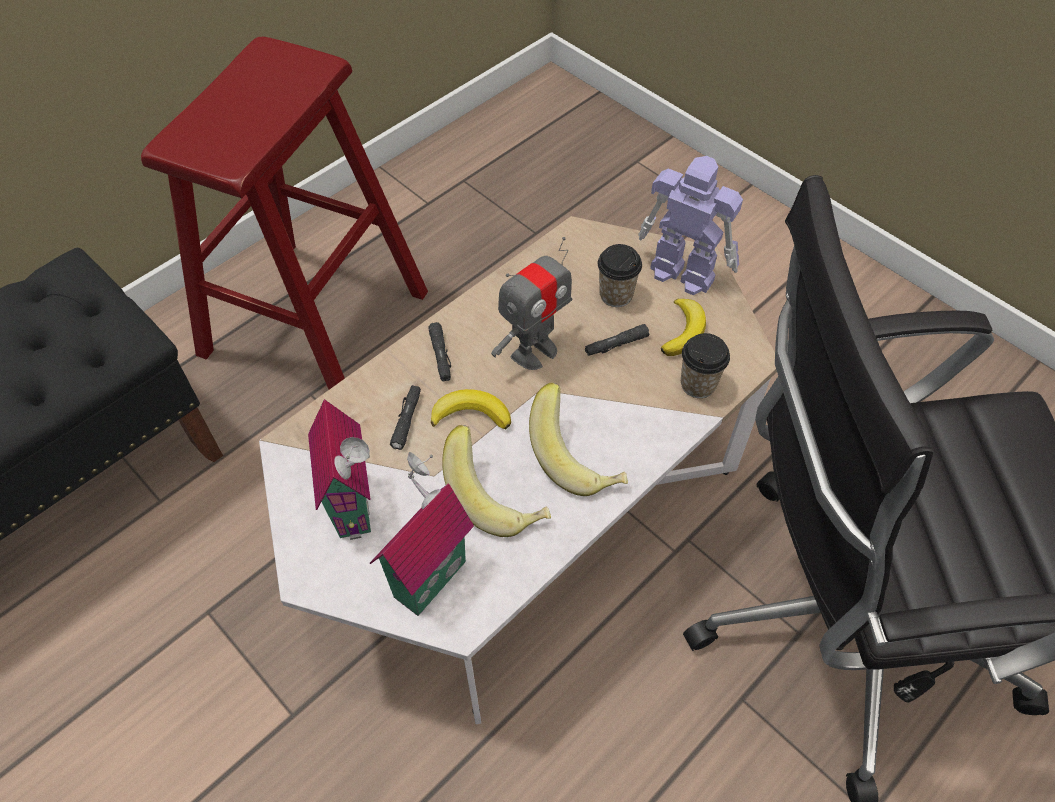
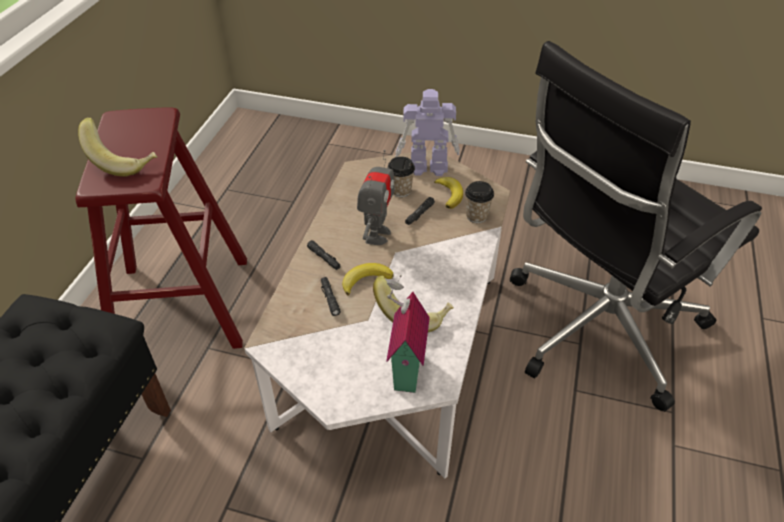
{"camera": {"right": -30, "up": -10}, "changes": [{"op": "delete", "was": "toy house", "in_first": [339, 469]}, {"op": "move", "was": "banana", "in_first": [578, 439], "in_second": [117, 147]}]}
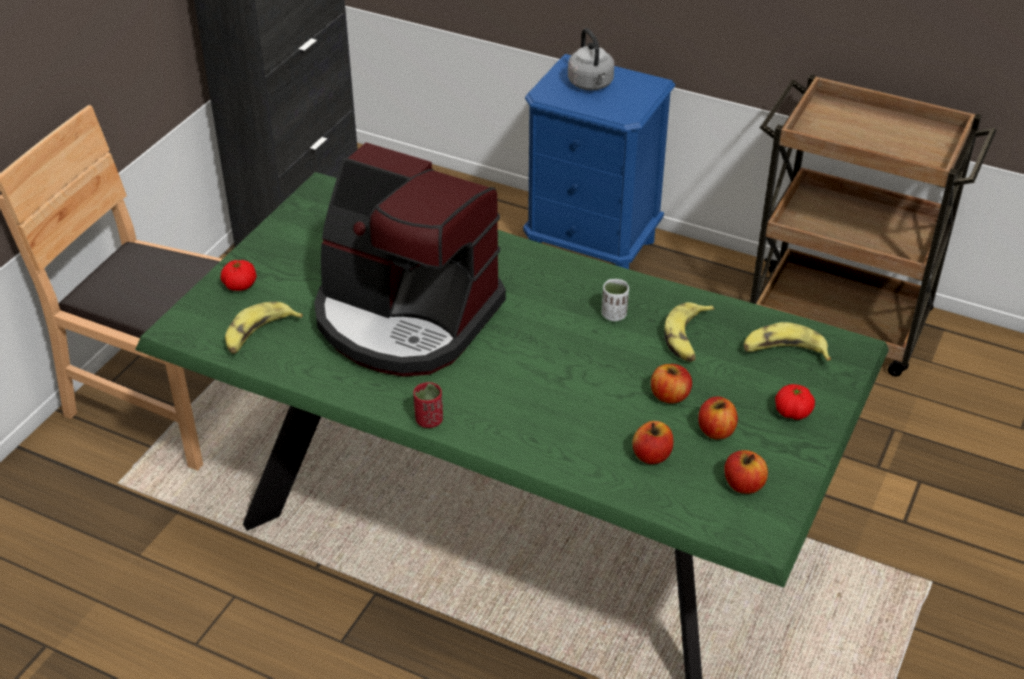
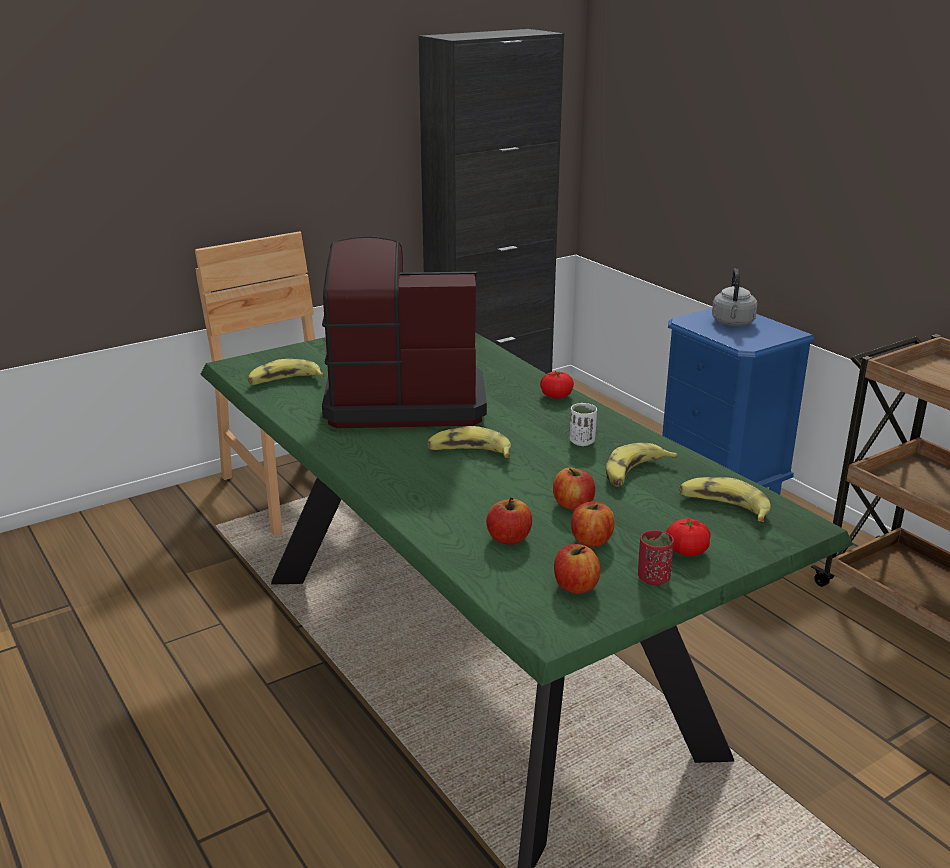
{"camera": {"right": 30, "up": -15}, "changes": [{"op": "insert", "now": "banana", "in_second": [469, 442]}, {"op": "move", "was": "tomato", "in_first": [239, 275], "in_second": [557, 384]}, {"op": "move", "was": "cup/red", "in_first": [428, 405], "in_second": [656, 557]}, {"op": "rotate", "was": "coffee machine", "in_first": [410, 260], "in_second": [404, 332], "clockwise": 120}]}
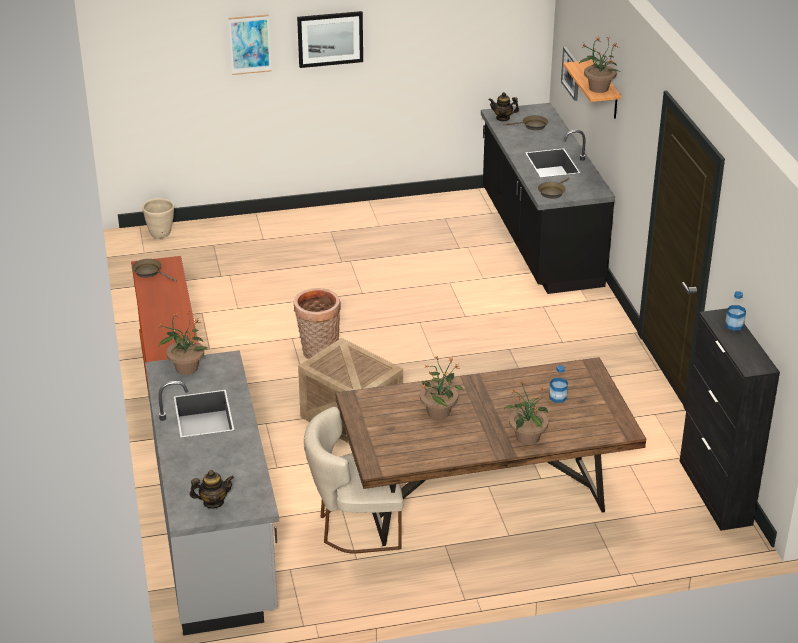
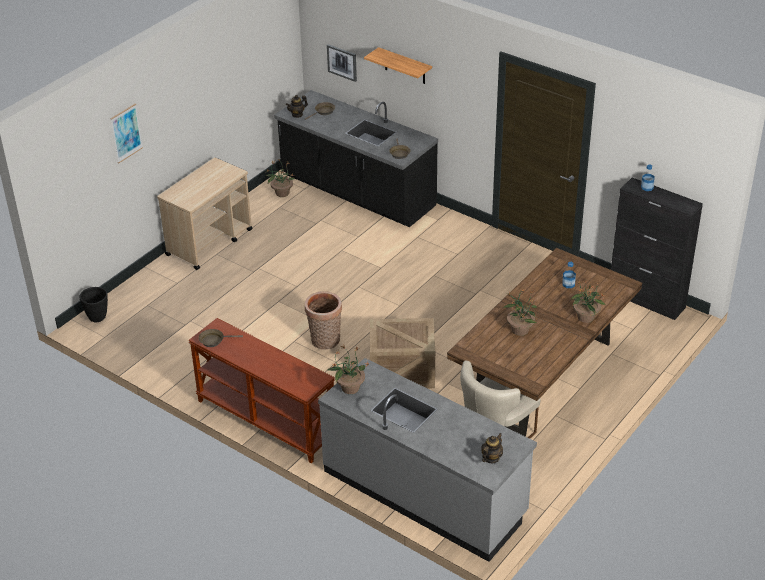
{"camera": {"right": -40, "up": 5}, "changes": [{"op": "delete", "was": "picture", "in_first": [330, 39]}, {"op": "insert", "now": "cart/beige", "in_second": [205, 213]}, {"op": "move", "was": "potted plant", "in_first": [598, 65], "in_second": [280, 178]}, {"op": "recolor", "was": "planter/beige", "now": "planter/black", "in_first": [158, 218], "in_second": [94, 304]}]}
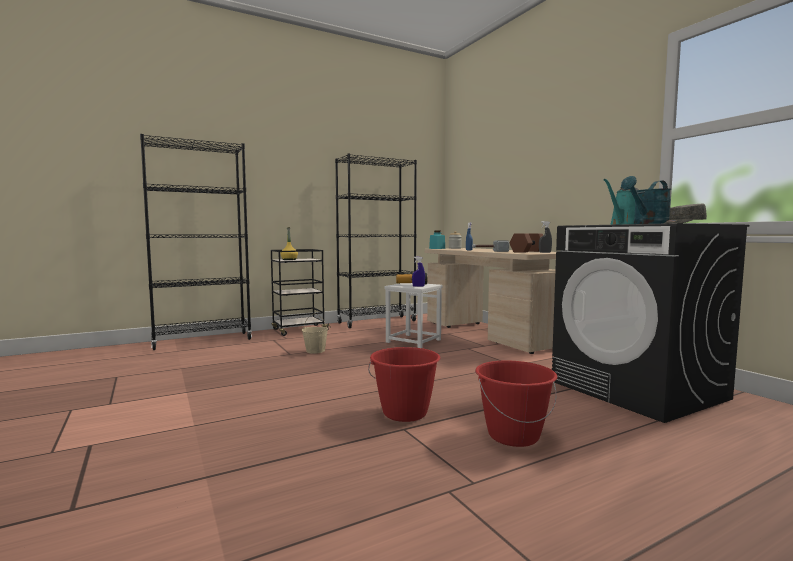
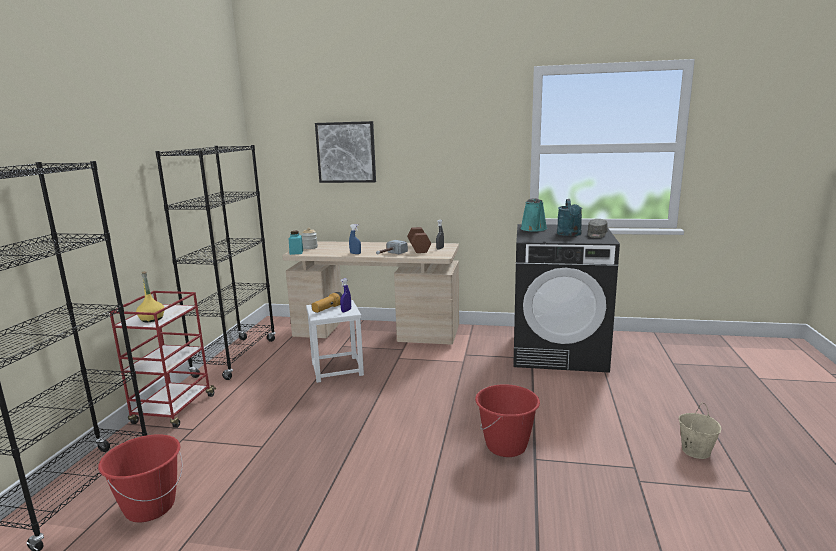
{"camera": {"right": -50, "up": 10}, "changes": [{"op": "insert", "now": "picture", "in_second": [345, 152]}, {"op": "move", "was": "bucket/beige", "in_first": [315, 333], "in_second": [700, 431]}, {"op": "move", "was": "bucket/red", "in_first": [516, 404], "in_second": [140, 478]}, {"op": "recolor", "was": "cart/black", "now": "cart/red", "in_first": [301, 292], "in_second": [163, 359]}]}
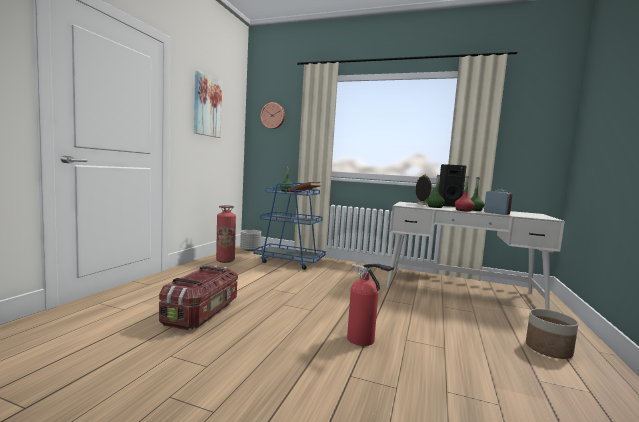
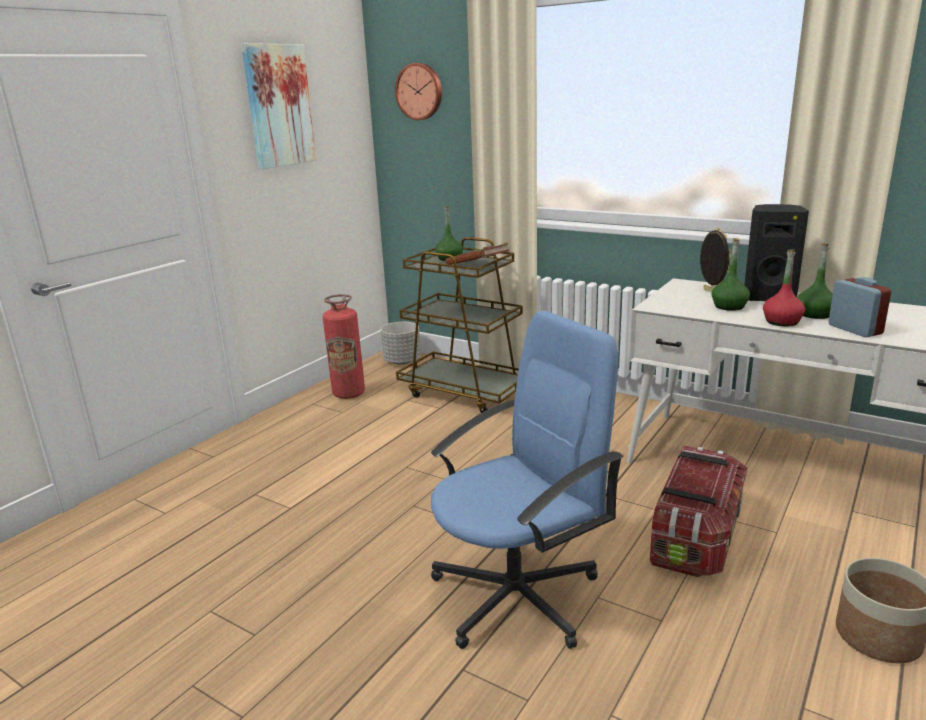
{"camera": {"right": 15, "up": 15}, "changes": [{"op": "move", "was": "storage box", "in_first": [198, 297], "in_second": [698, 511]}, {"op": "replace", "was": "fire extinguisher", "now": "office chair/blue", "in_first": [370, 305], "in_second": [527, 480]}, {"op": "recolor", "was": "cart/blue", "now": "cart/brown", "in_first": [289, 226], "in_second": [459, 325]}]}
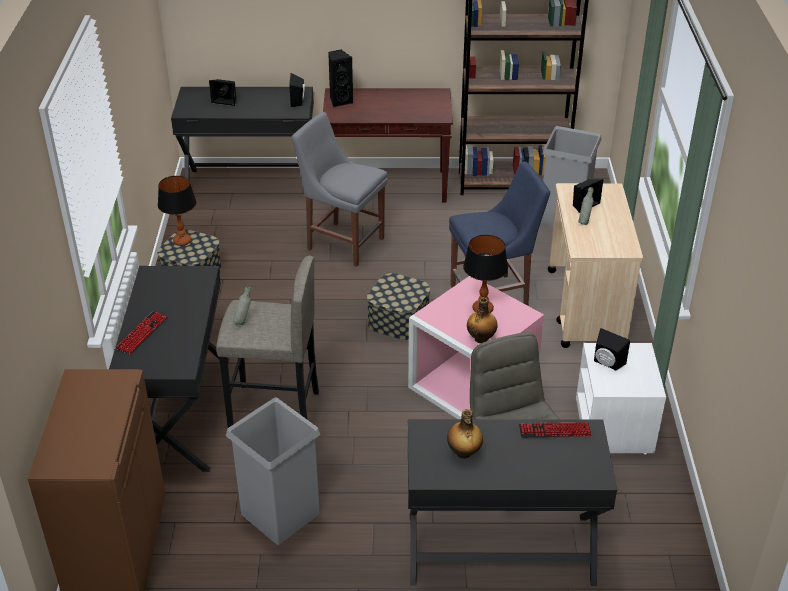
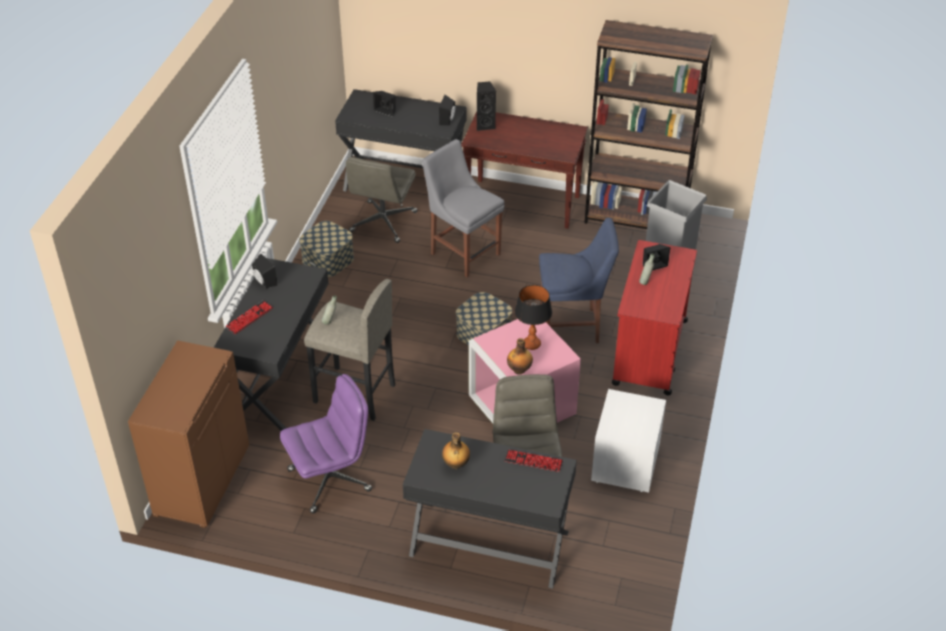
{"camera": {"right": 15, "up": 5}, "changes": [{"op": "delete", "was": "table lamp", "in_first": [177, 211]}, {"op": "insert", "now": "office chair/grey", "in_second": [381, 200]}, {"op": "move", "was": "speaker/black", "in_first": [612, 349], "in_second": [264, 271]}, {"op": "replace", "was": "trash can/grey", "now": "office chair/purple", "in_first": [273, 471], "in_second": [326, 443]}, {"op": "recolor", "was": "cart/beige", "now": "cart/red", "in_first": [595, 265], "in_second": [654, 317]}]}
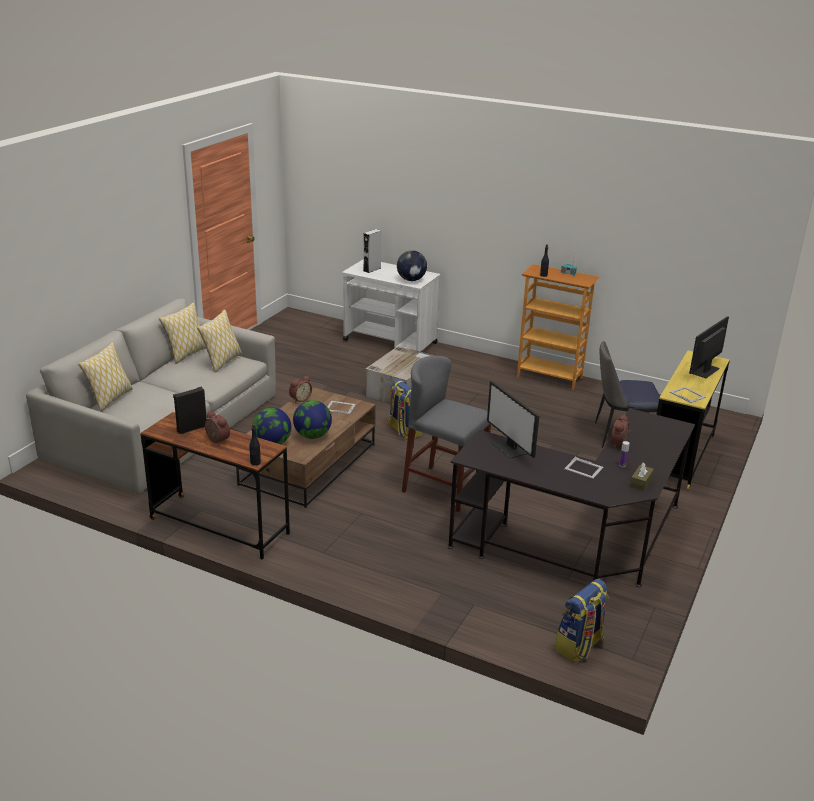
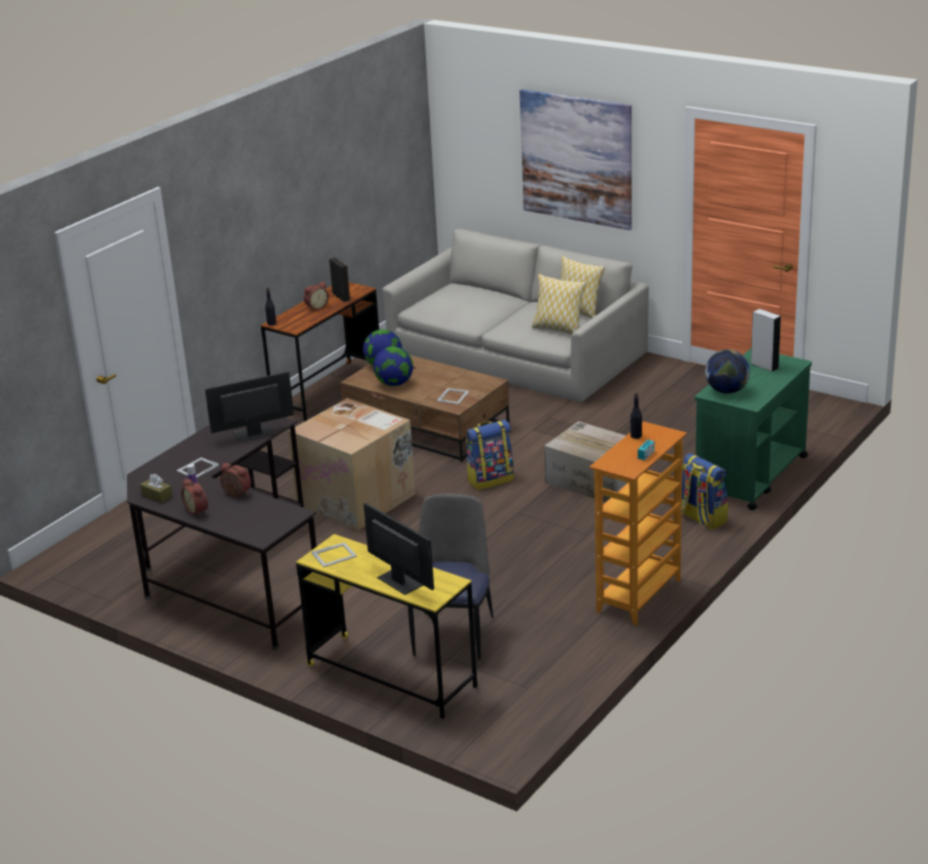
{"camera": {"right": 100, "up": 0}, "changes": [{"op": "delete", "was": "pillow", "in_first": [105, 377]}, {"op": "insert", "now": "picture", "in_second": [576, 159]}, {"op": "move", "was": "alarm clock", "in_first": [300, 389], "in_second": [194, 497]}, {"op": "move", "was": "backpack", "in_first": [582, 621], "in_second": [704, 491]}, {"op": "replace", "was": "stool/grey", "now": "cardboard box", "in_first": [446, 433], "in_second": [352, 464]}, {"op": "recolor", "was": "cart/white", "now": "cart/green", "in_first": [391, 305], "in_second": [753, 429]}]}
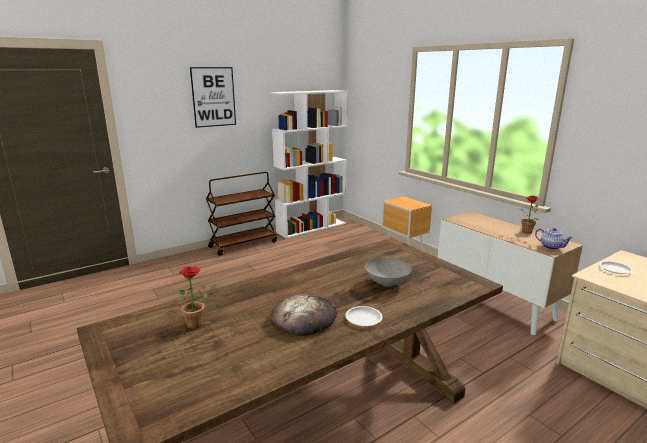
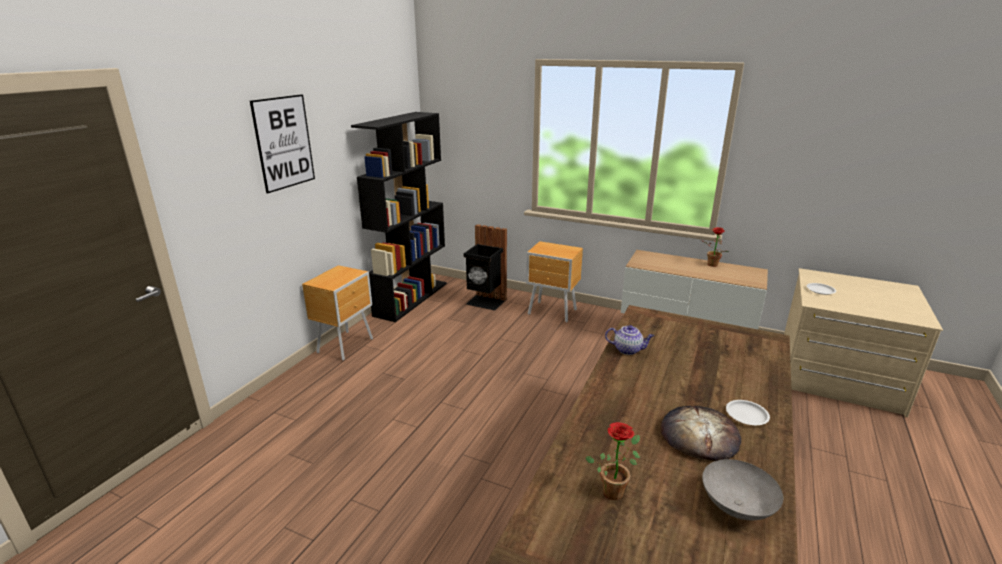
{"camera": {"right": -30, "up": 5}, "changes": [{"op": "insert", "now": "trash can/black", "in_second": [485, 267]}, {"op": "move", "was": "bowl/grey", "in_first": [388, 272], "in_second": [742, 489]}, {"op": "move", "was": "teapot", "in_first": [554, 239], "in_second": [629, 340]}, {"op": "replace", "was": "cart/brown", "now": "nightstand/brown", "in_first": [241, 214], "in_second": [337, 313]}, {"op": "recolor", "was": "bookcase/white", "now": "bookcase/black", "in_first": [309, 164], "in_second": [399, 217]}]}
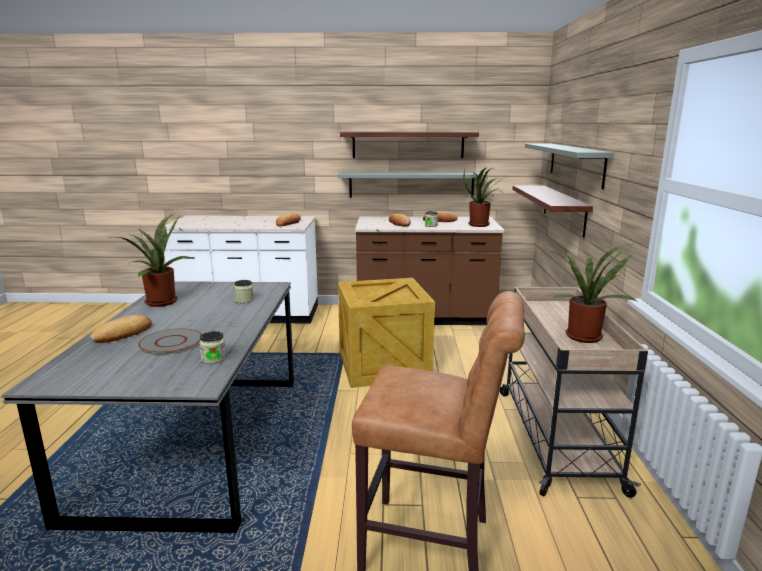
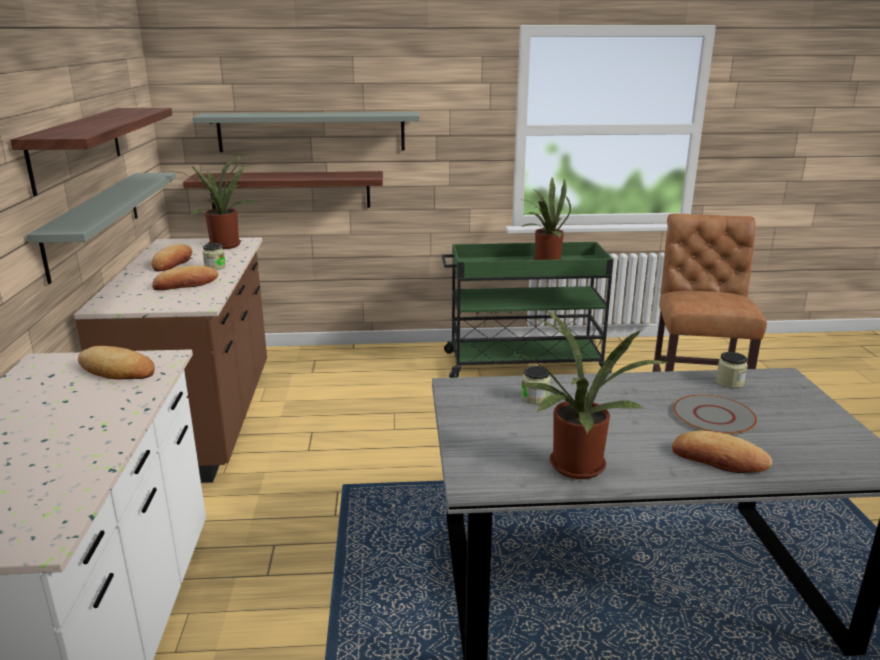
{"camera": {"right": -95, "up": 5}, "changes": [{"op": "delete", "was": "crate", "in_first": [386, 333]}, {"op": "recolor", "was": "cart/beige", "now": "cart/green", "in_first": [574, 392], "in_second": [528, 310]}]}
